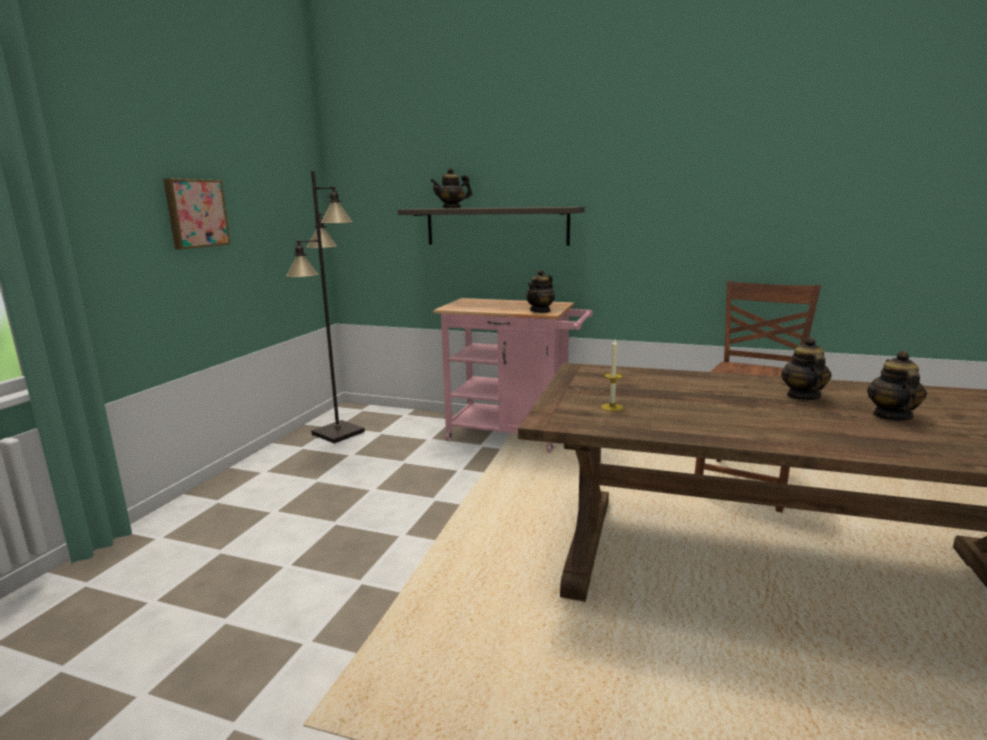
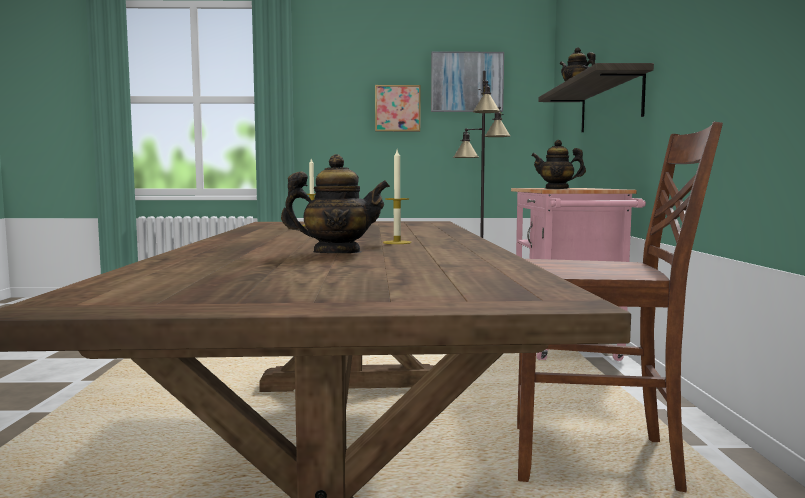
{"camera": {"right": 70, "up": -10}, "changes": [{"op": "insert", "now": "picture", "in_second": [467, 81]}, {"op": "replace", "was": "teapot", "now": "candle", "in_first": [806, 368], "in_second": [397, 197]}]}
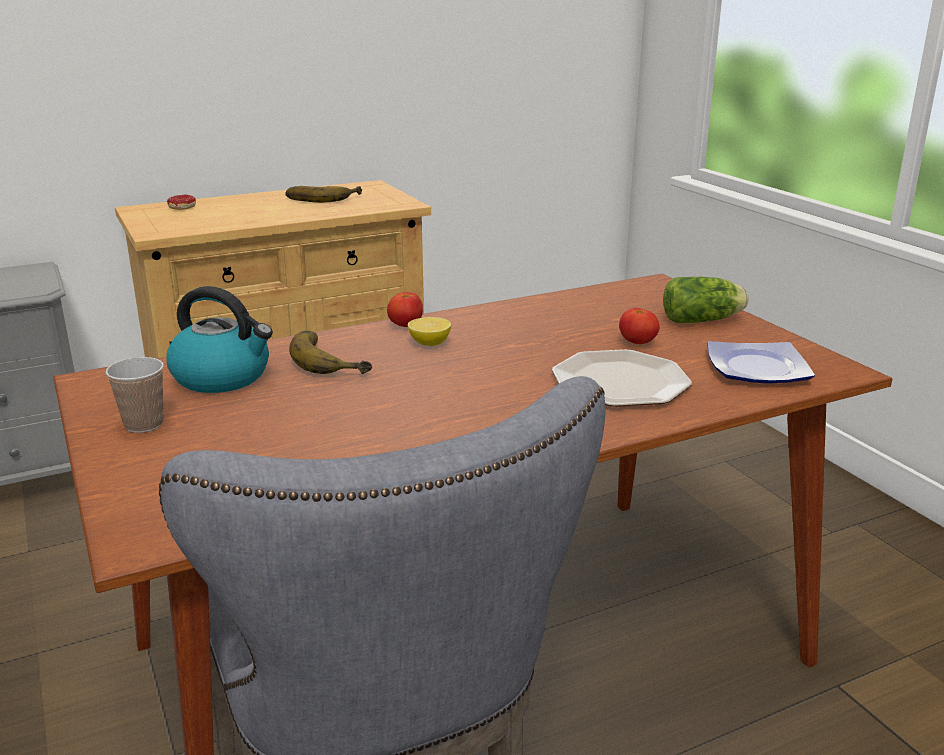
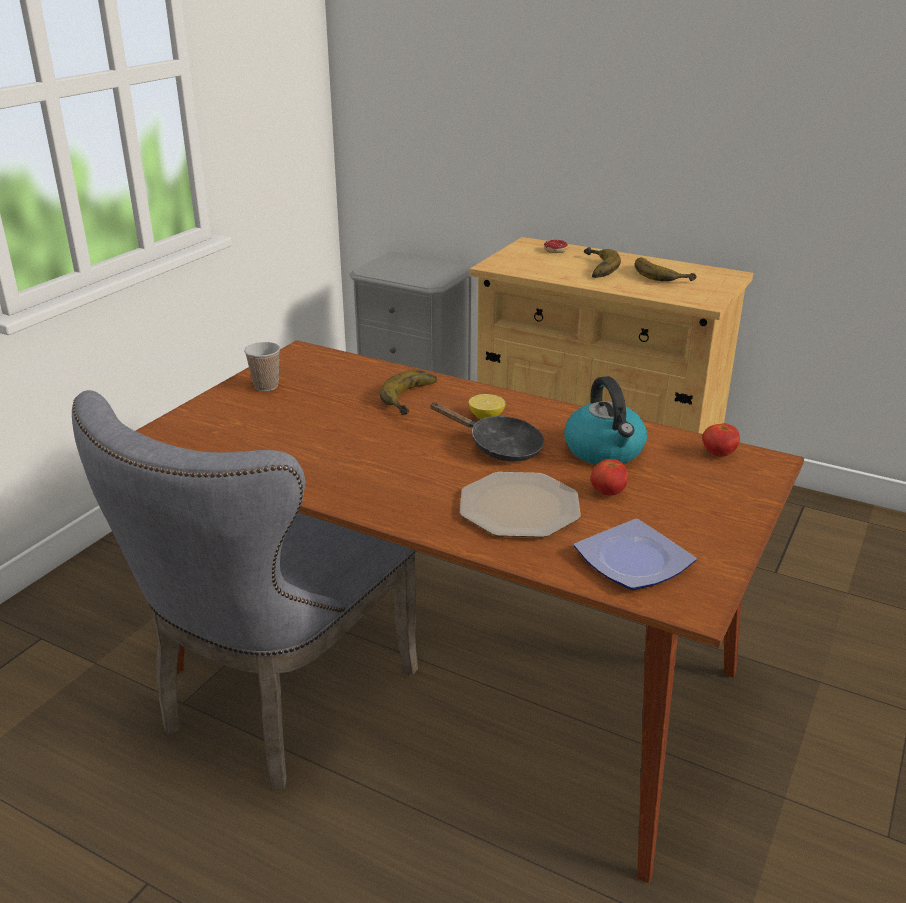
{"camera": {"right": 55, "up": 5}, "changes": [{"op": "delete", "was": "lettuce", "in_first": [706, 300]}, {"op": "insert", "now": "frying pan/black", "in_second": [486, 432]}, {"op": "insert", "now": "banana", "in_second": [602, 262]}, {"op": "move", "was": "kettle", "in_first": [219, 339], "in_second": [605, 420]}, {"op": "move", "was": "tomato", "in_first": [405, 309], "in_second": [721, 440]}]}
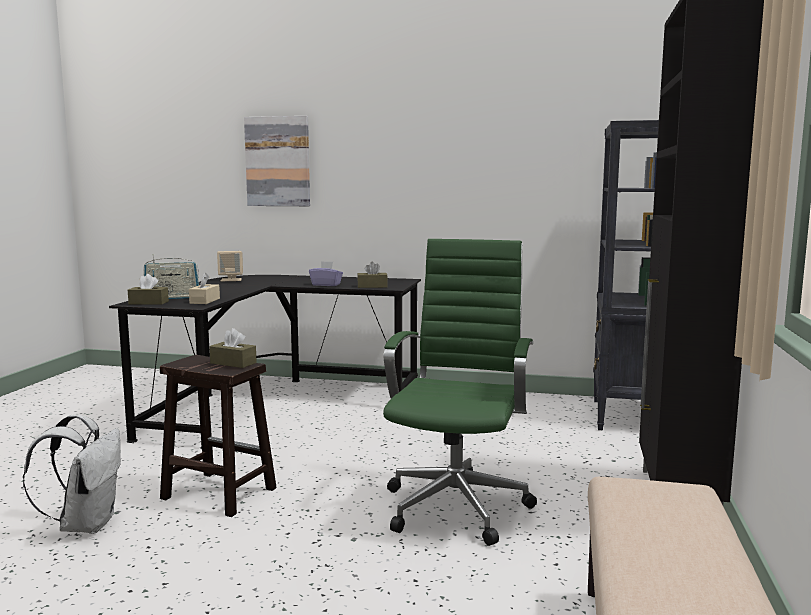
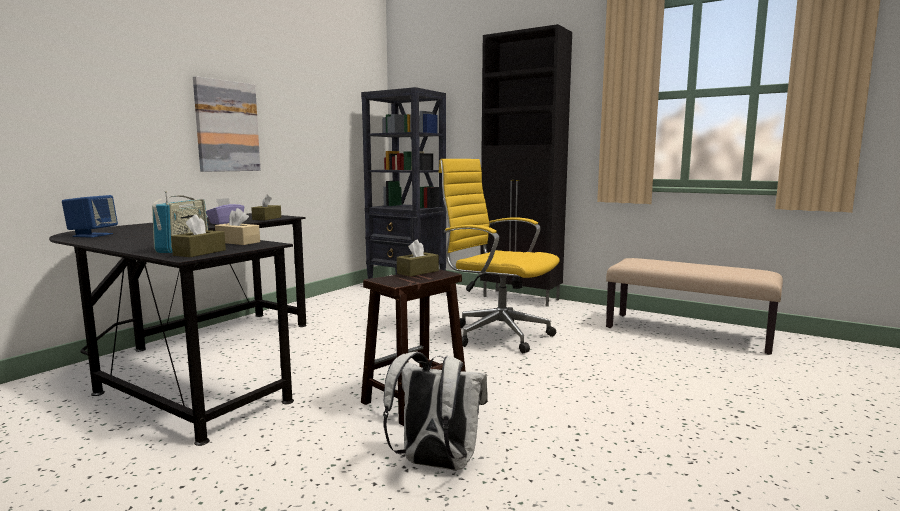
{"camera": {"right": -70, "up": 0}, "changes": [{"op": "move", "was": "picture", "in_first": [277, 161], "in_second": [227, 124]}, {"op": "recolor", "was": "speaker/beige", "now": "speaker/blue", "in_first": [230, 266], "in_second": [90, 216]}, {"op": "recolor", "was": "office chair/green", "now": "office chair/yellow", "in_first": [460, 392], "in_second": [499, 256]}]}
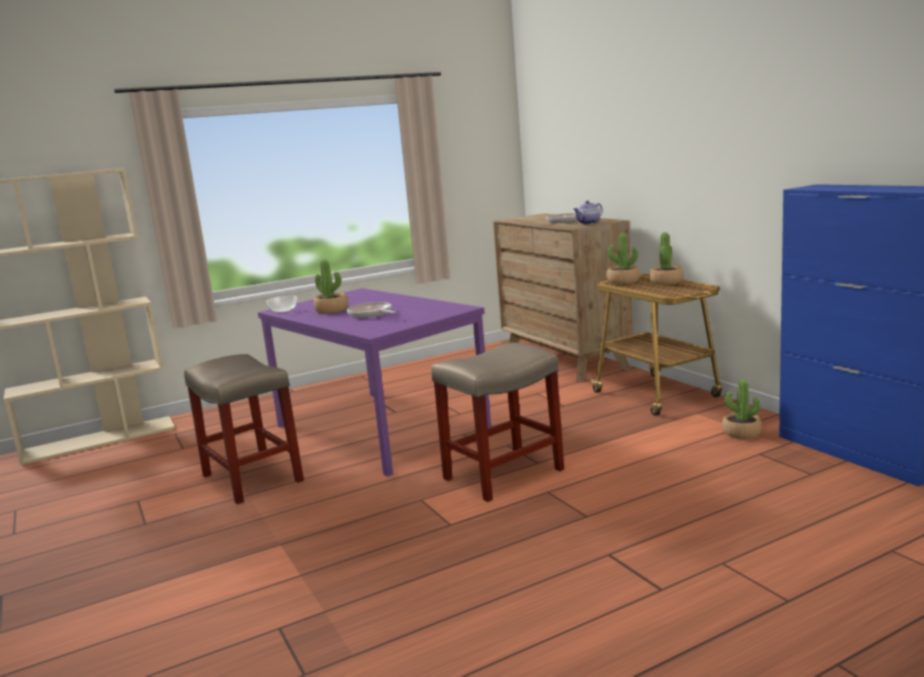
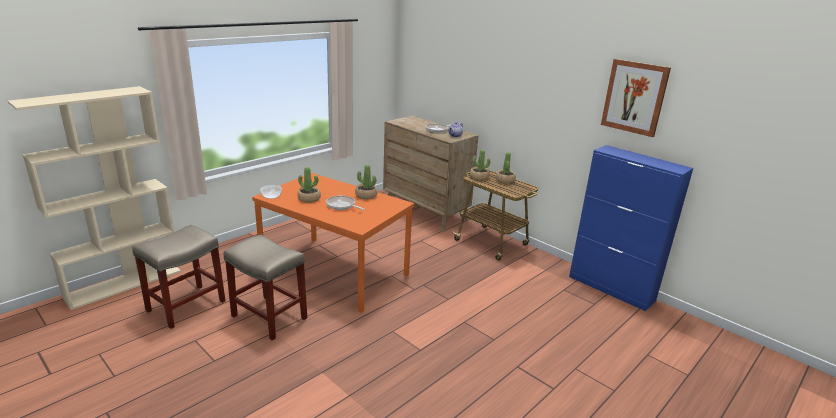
{"camera": {"right": -20, "up": 10}, "changes": [{"op": "insert", "now": "picture", "in_second": [636, 98]}, {"op": "move", "was": "stool/beige", "in_first": [497, 422], "in_second": [178, 277]}, {"op": "move", "was": "potted plant", "in_first": [742, 409], "in_second": [366, 181]}, {"op": "recolor", "was": "dining table/purple", "now": "dining table/orange", "in_first": [374, 382], "in_second": [333, 243]}]}
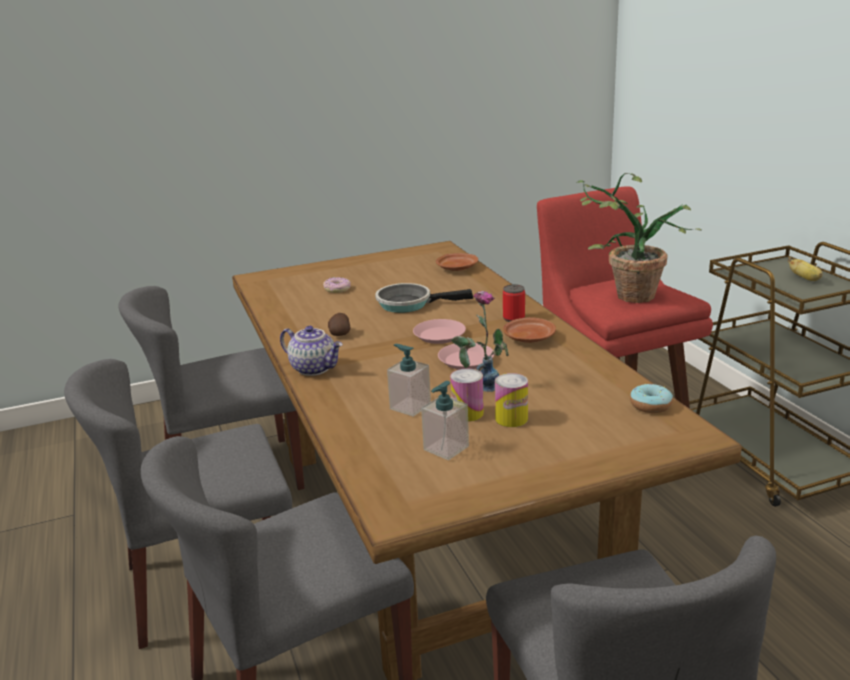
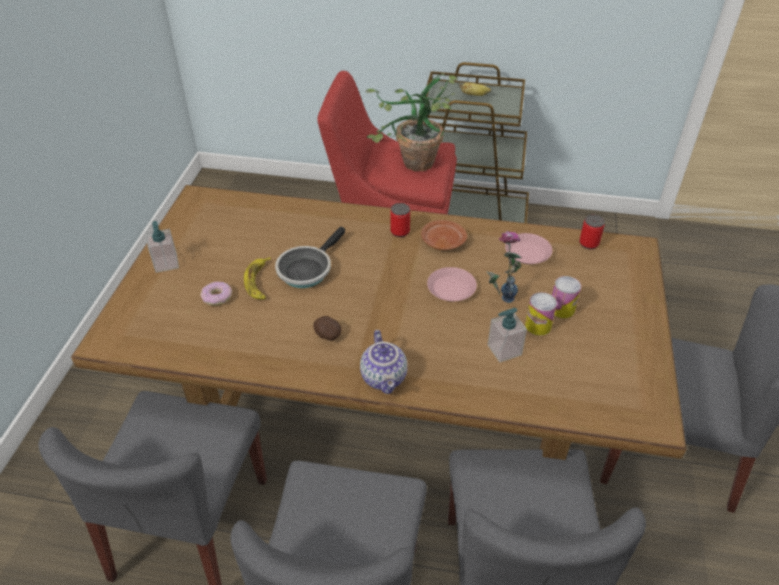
{"camera": {"right": -60, "up": 20}, "changes": [{"op": "delete", "was": "plate/brown", "in_first": [457, 262]}, {"op": "insert", "now": "banana", "in_second": [257, 278]}, {"op": "move", "was": "plate/pink", "in_first": [439, 331], "in_second": [528, 248]}, {"op": "move", "was": "soap dispenser", "in_first": [445, 420], "in_second": [162, 247]}, {"op": "replace", "was": "donut", "now": "can", "in_first": [651, 398], "in_second": [592, 231]}, {"op": "rotate", "was": "teapot", "in_first": [311, 351], "in_second": [384, 362], "clockwise": 105}]}
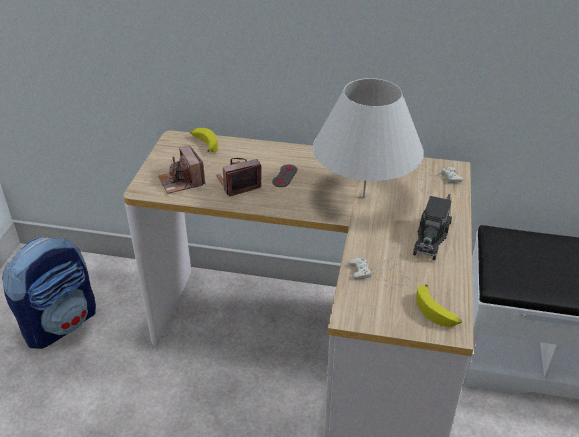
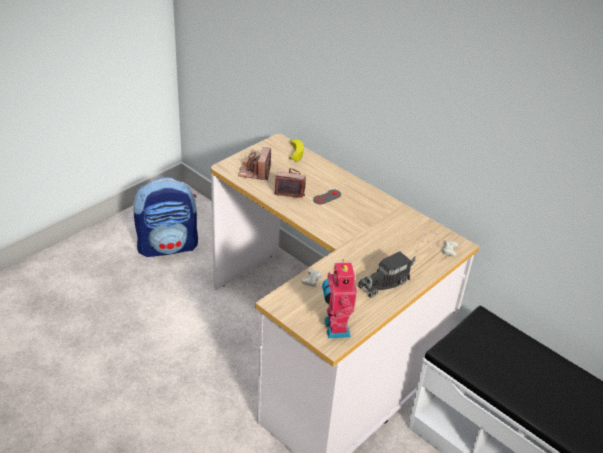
{"camera": {"right": 30, "up": 0}, "changes": [{"op": "delete", "was": "table lamp/white", "in_first": [368, 138]}, {"op": "replace", "was": "banana", "now": "toy robot", "in_first": [439, 305], "in_second": [339, 298]}]}
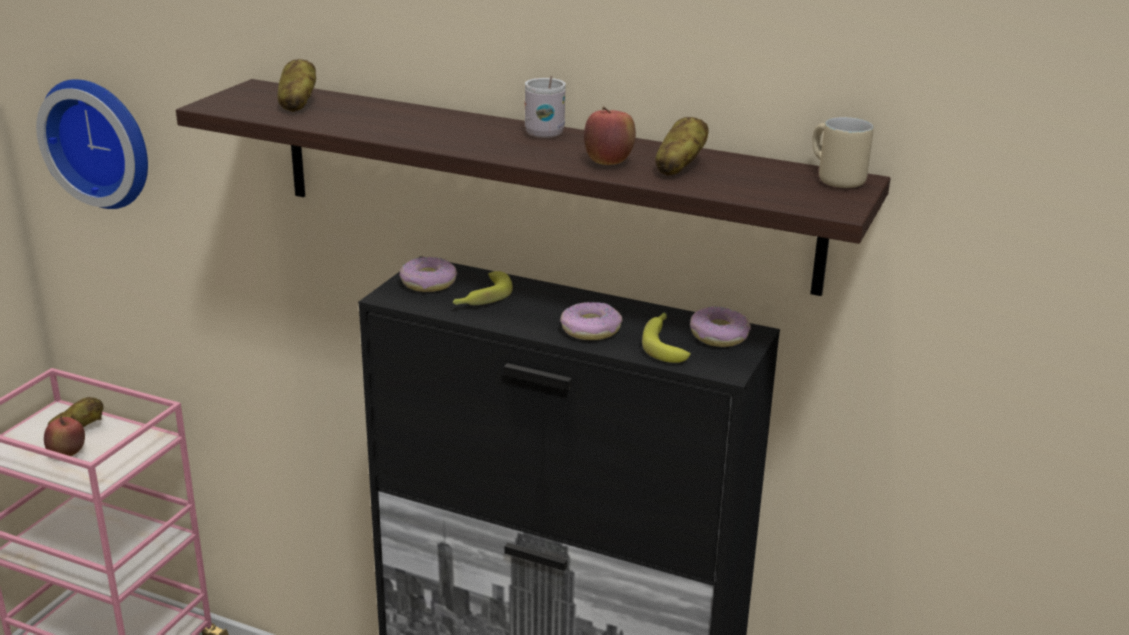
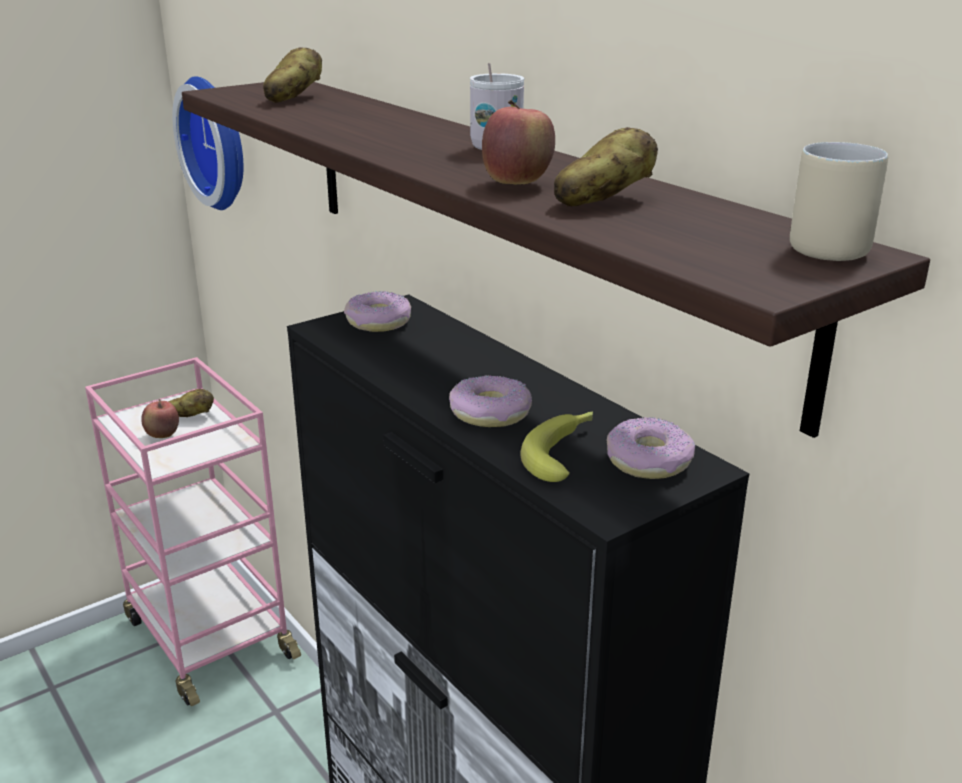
{"camera": {"right": 30, "up": 0}, "changes": [{"op": "delete", "was": "banana", "in_first": [483, 288]}]}
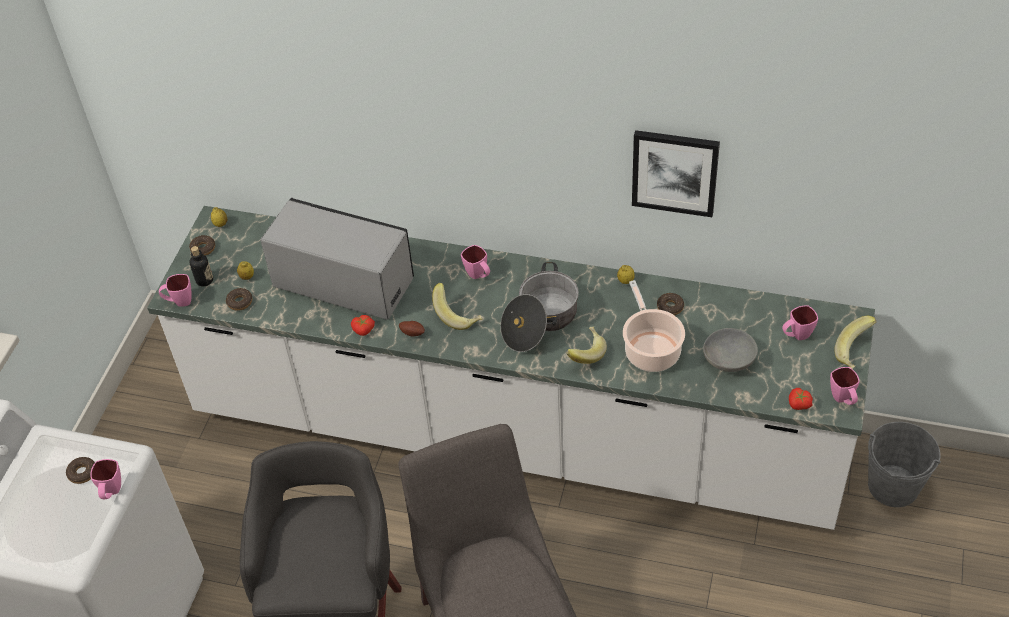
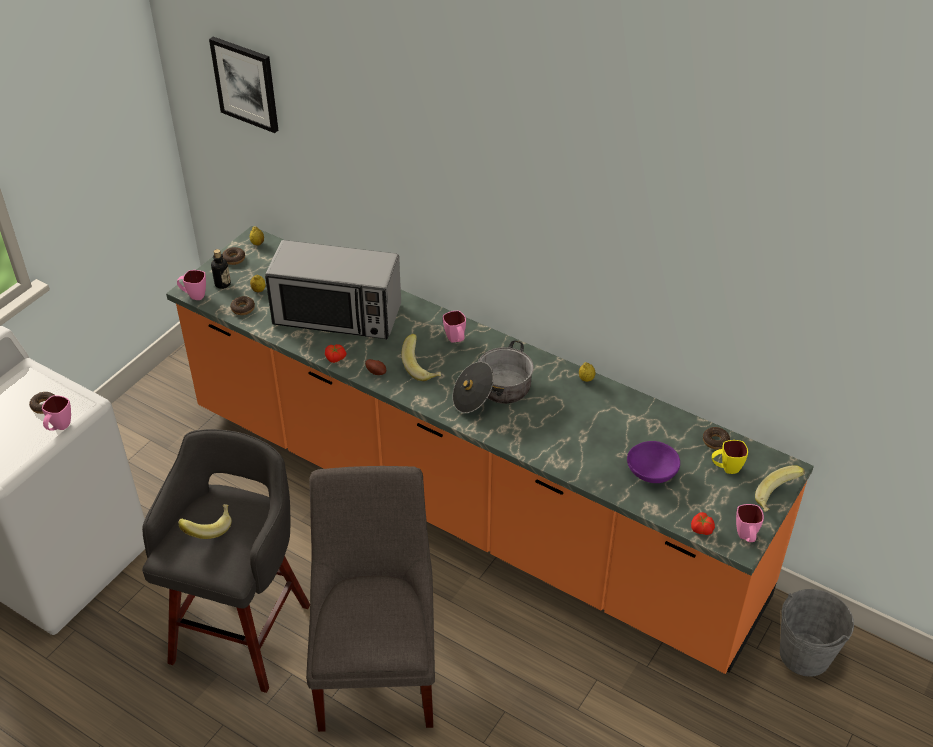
{"camera": {"right": 15, "up": -5}, "changes": [{"op": "delete", "was": "cooking pot", "in_first": [654, 326]}, {"op": "move", "was": "banana", "in_first": [586, 345], "in_second": [205, 521]}, {"op": "move", "was": "picture", "in_first": [676, 173], "in_second": [243, 85]}, {"op": "move", "was": "donut", "in_first": [670, 304], "in_second": [716, 438]}, {"op": "recolor", "was": "counter/white", "now": "counter/orange", "in_first": [511, 368], "in_second": [490, 450]}, {"op": "recolor", "was": "bowl/grey", "now": "bowl/purple", "in_first": [730, 350], "in_second": [653, 462]}, {"op": "recolor", "was": "mug/pink", "now": "mug/yellow", "in_first": [800, 322], "in_second": [730, 457]}, {"op": "rotate", "was": "microwave", "in_first": [337, 259], "in_second": [333, 290], "clockwise": 150}]}
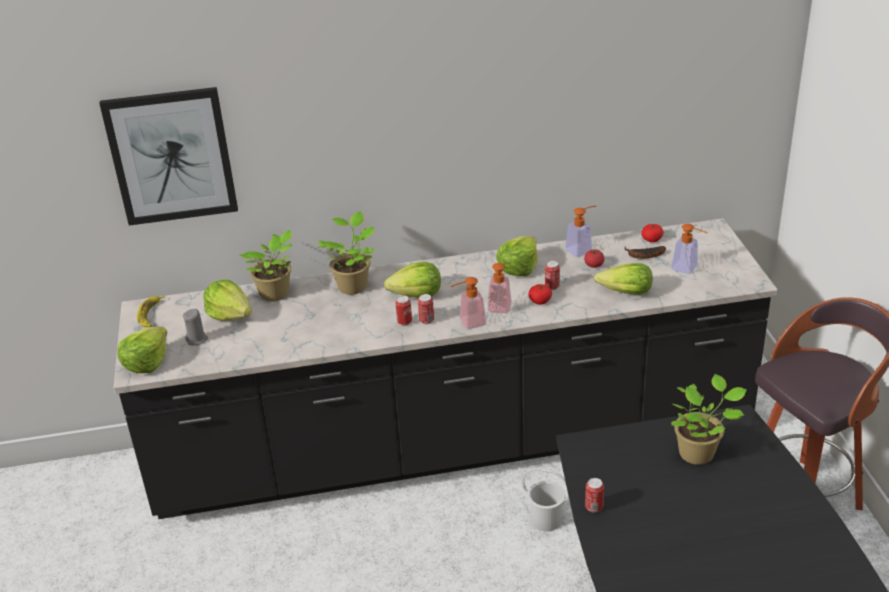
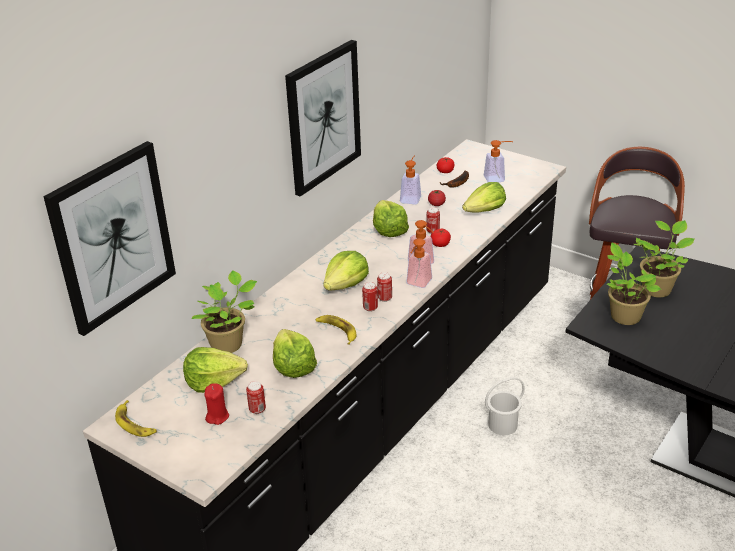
{"camera": {"right": -45, "up": 0}, "changes": [{"op": "insert", "now": "picture", "in_second": [323, 118]}, {"op": "insert", "now": "banana", "in_second": [336, 330]}, {"op": "move", "was": "lettuce", "in_first": [142, 349], "in_second": [295, 353]}, {"op": "move", "was": "potted plant", "in_first": [346, 253], "in_second": [634, 283]}, {"op": "move", "was": "can", "in_first": [594, 495], "in_second": [256, 397]}, {"op": "recolor", "was": "candle/grey", "now": "candle/red", "in_first": [195, 327], "in_second": [217, 404]}]}
